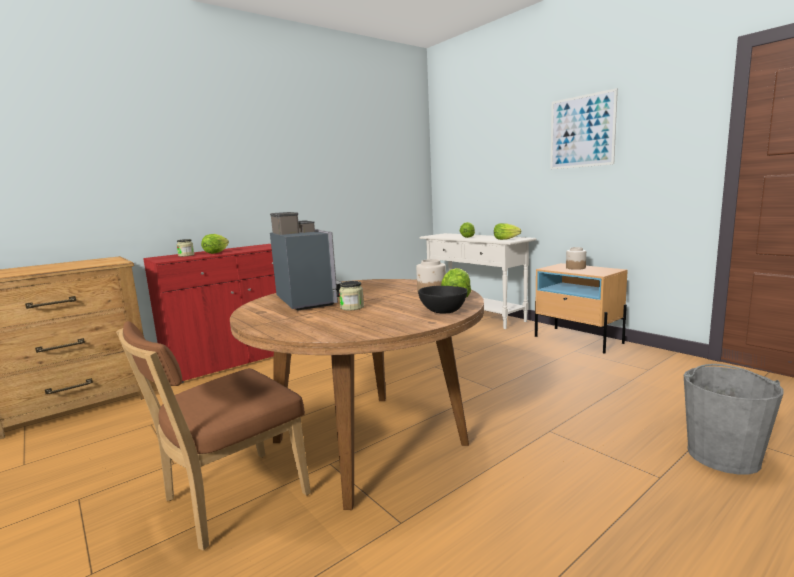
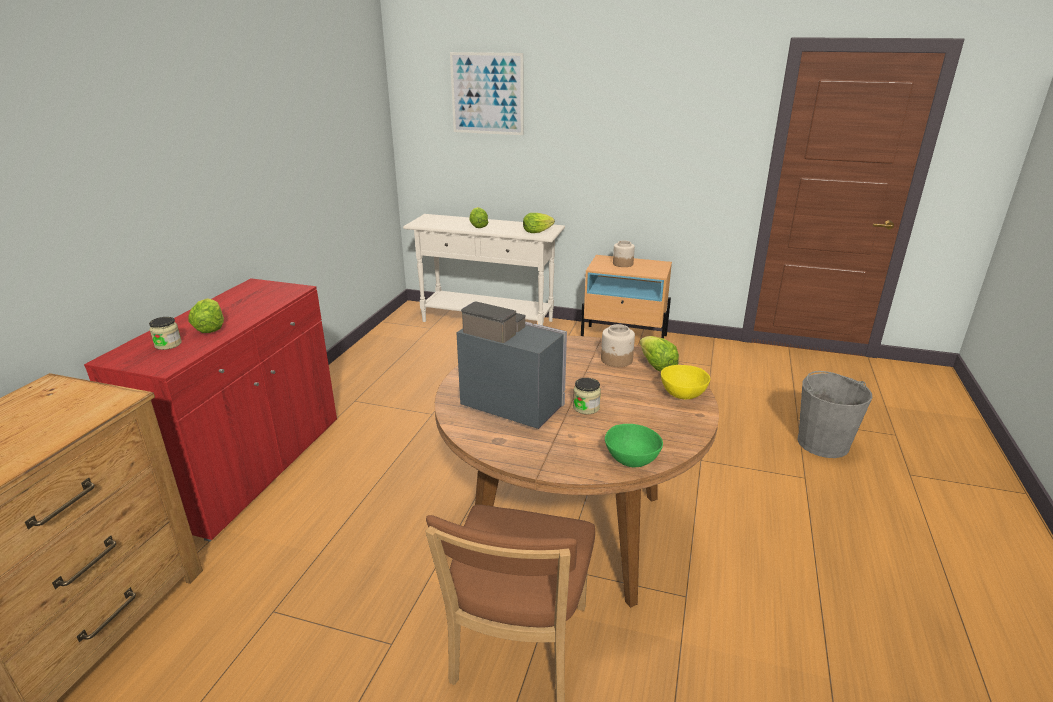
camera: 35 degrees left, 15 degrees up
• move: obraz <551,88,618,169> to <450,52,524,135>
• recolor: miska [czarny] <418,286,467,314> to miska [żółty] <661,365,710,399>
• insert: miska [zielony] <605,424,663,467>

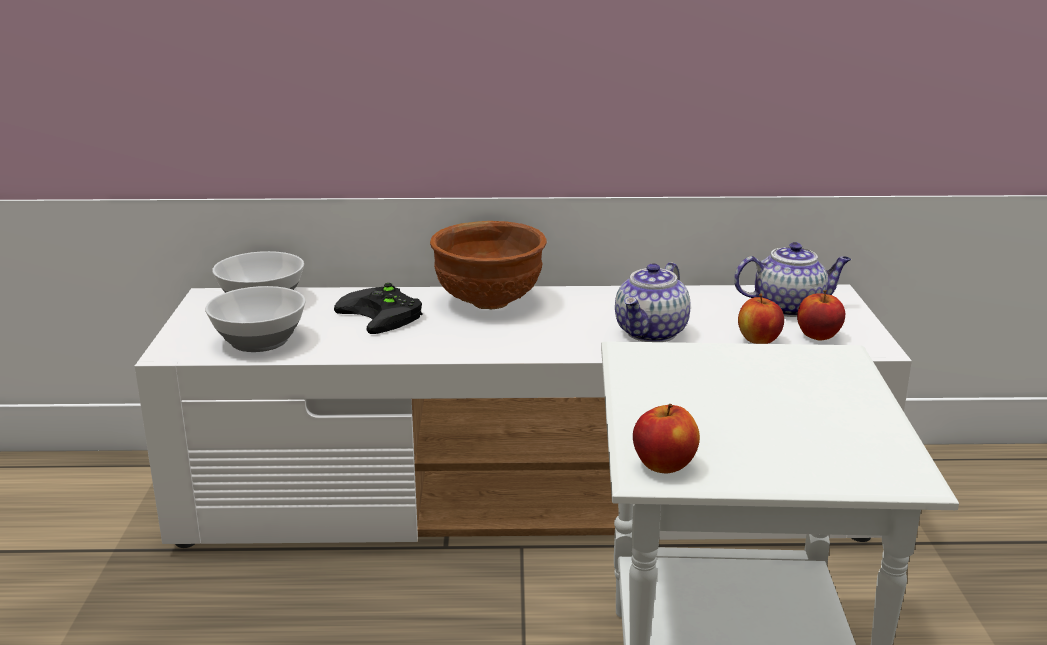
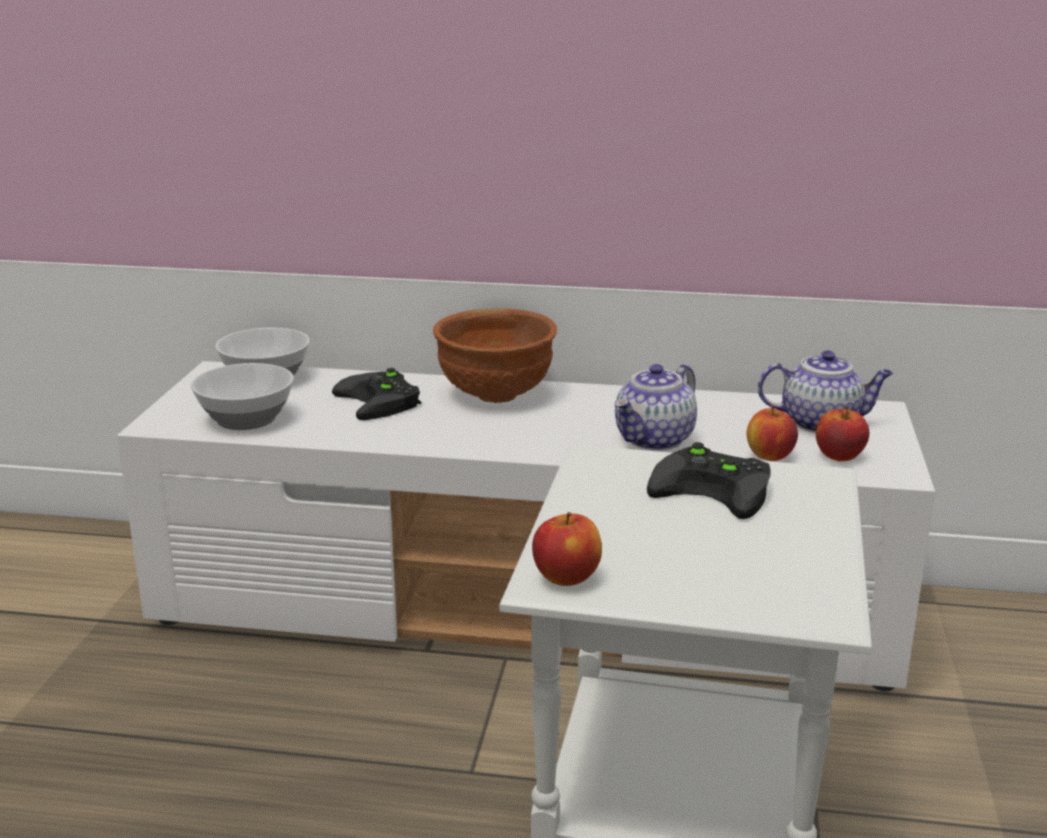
camera: 10 degrees right, 0 degrees up
• insert: pad do gier [czarny] <647,442,770,519>

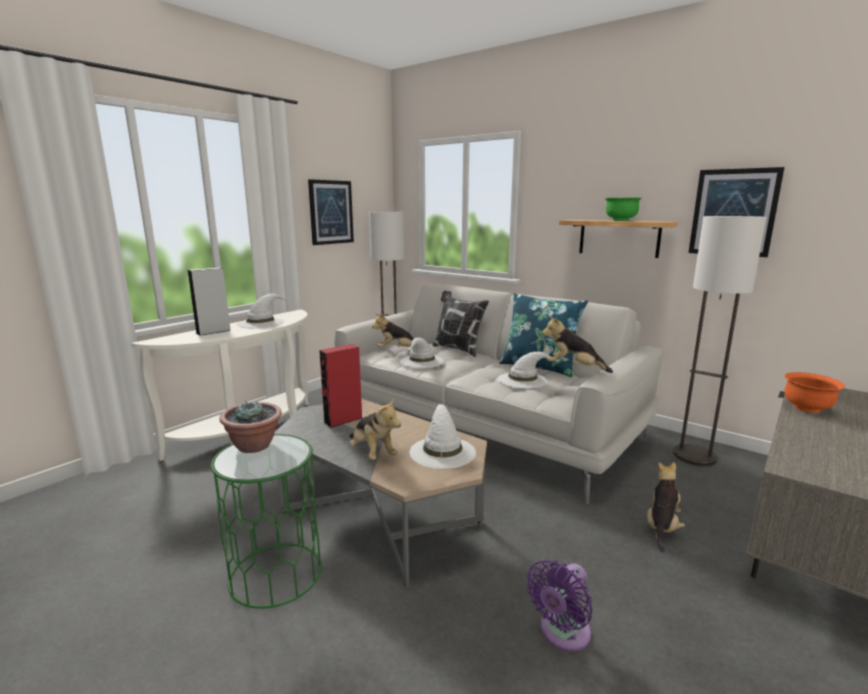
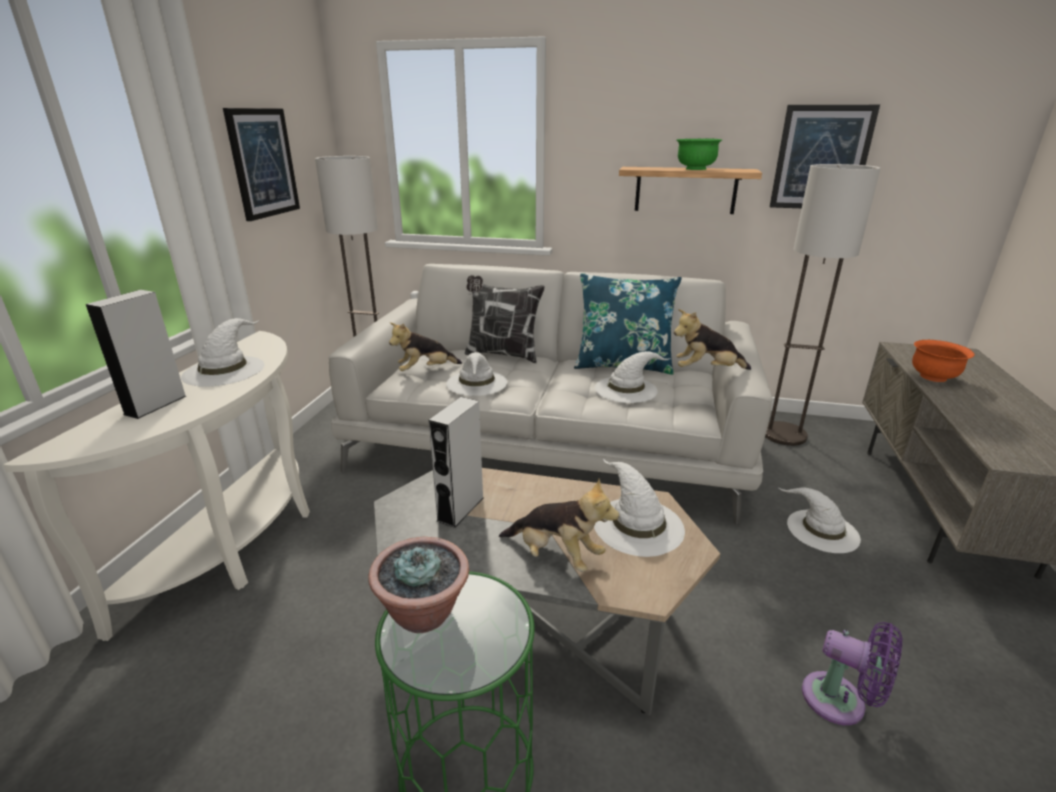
camera: 25 degrees left, 10 degrees up
• recolor: głośnik [czerwony] <319,344,362,428> to głośnik [szary] <429,397,484,528>
• replace: pluszak <647,462,685,552> to kapelusz [biały] <779,487,861,553>
• rotate: wentylator [fioletowy] <526,559,593,651> = <802,622,902,725> 75 degrees counterclockwise

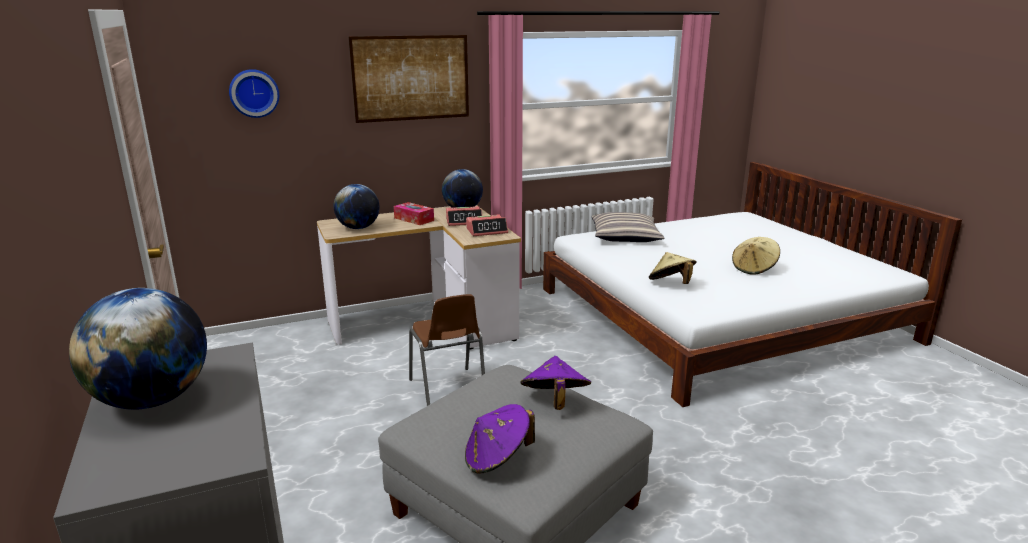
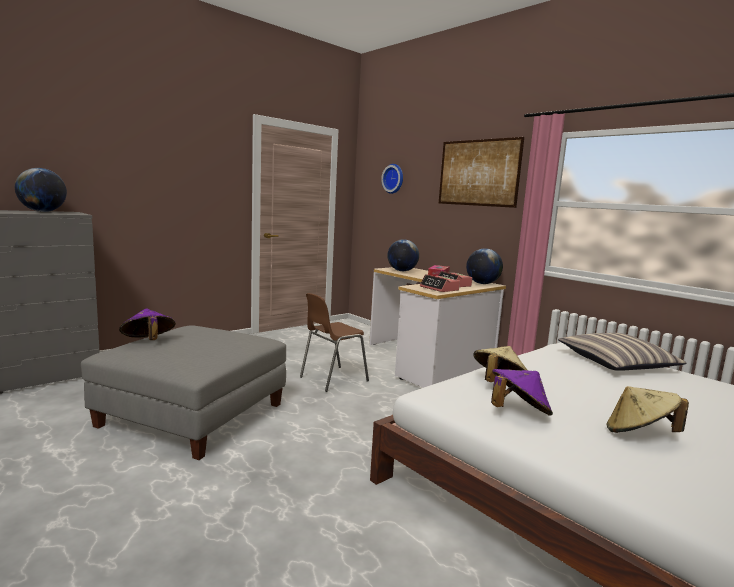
camera: 70 degrees right, 10 degrees down
• move: kapelusz [fioletowy] <520,356,591,410> to <491,369,553,416>

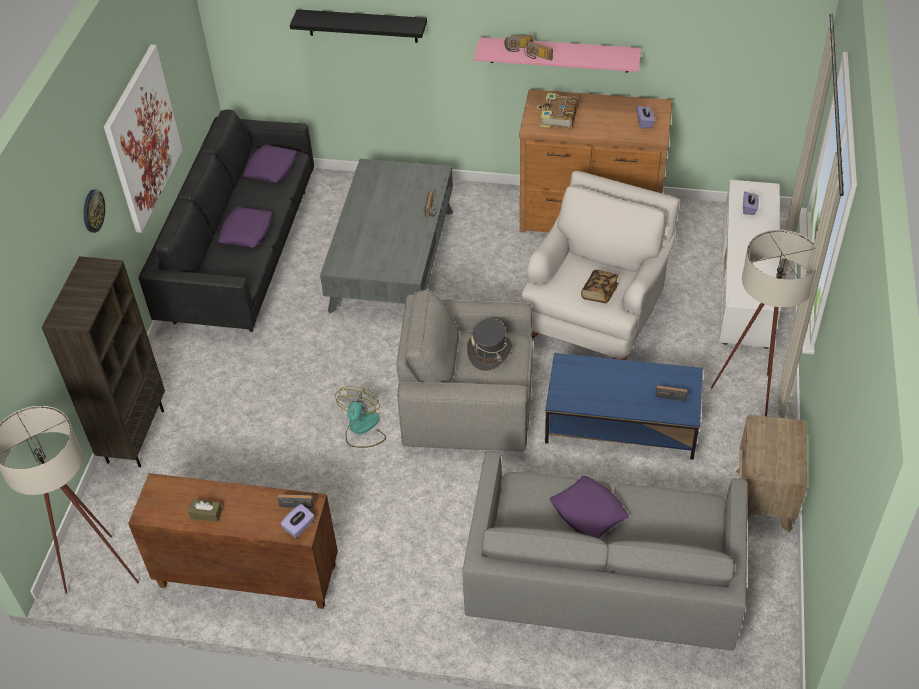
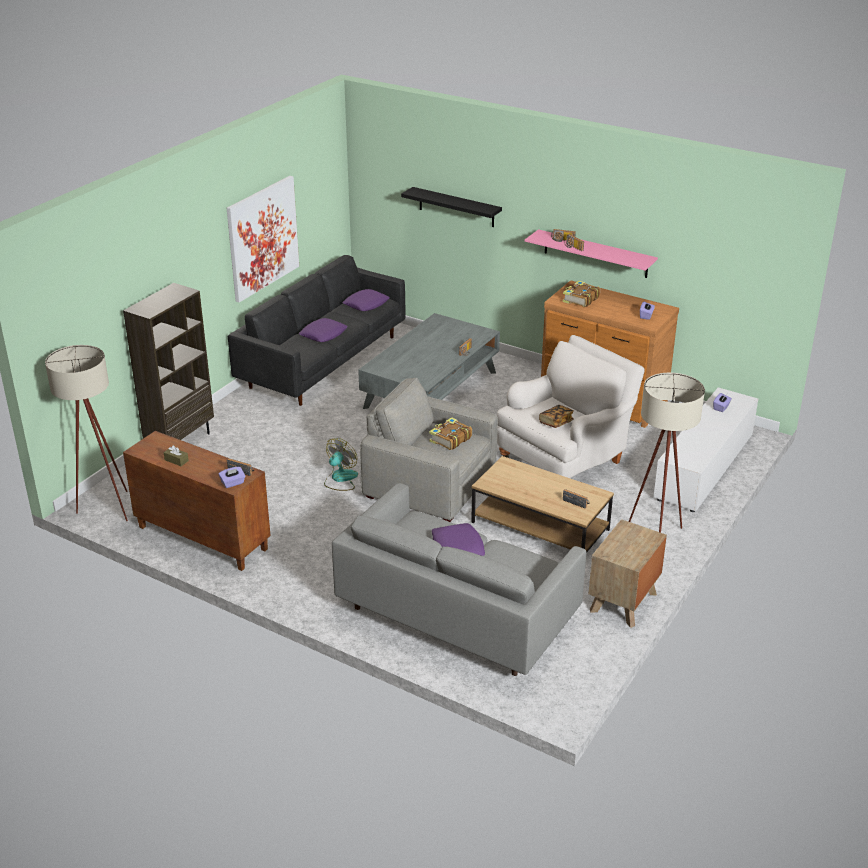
camera: 20 degrees right, 15 degrees down
• delete: zegar ścienny <84,189,105,233>
• replace: kapelusz [szary] <467,319,512,371> to książka <429,417,472,450>
• recolor: ława [niebieski] <545,353,703,460> to ława [brązowy] <471,456,614,553>

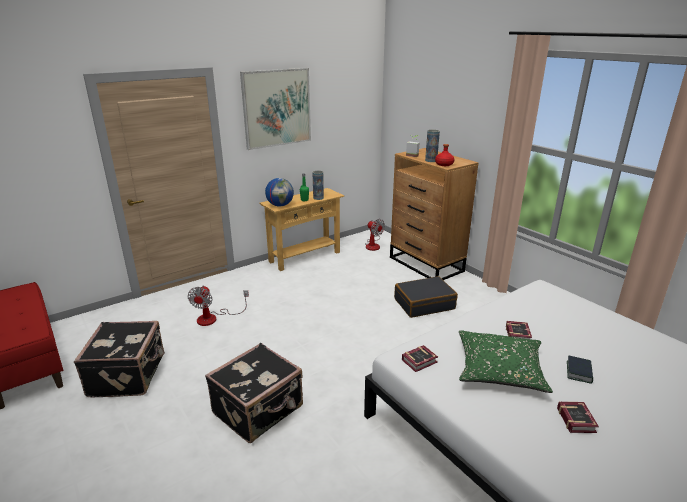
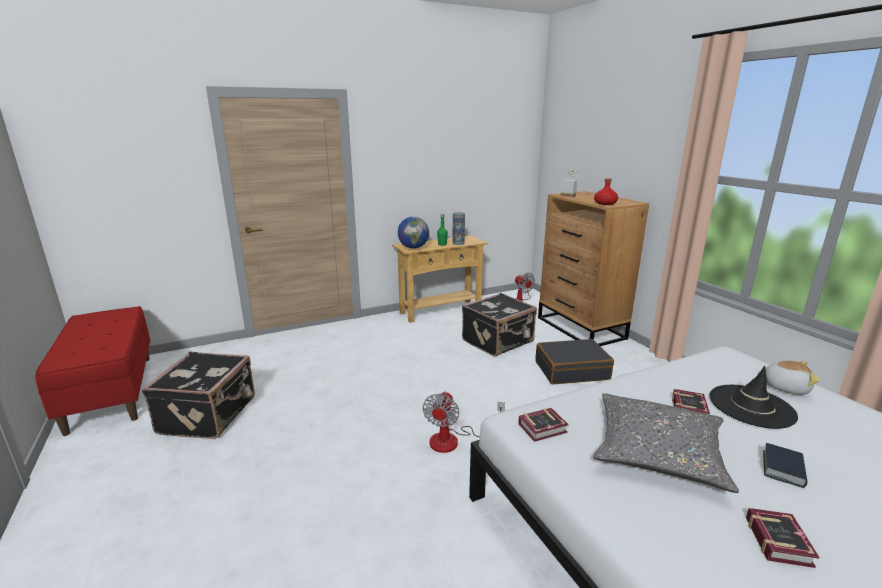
camera: 10 degrees right, 5 degrees down
• delete: obraz <240,68,311,150>
• delete: wazon <425,130,440,162>
• move: wentylator <188,286,249,326> to <422,391,505,453>
• recolor: poduszka [zielony] <459,330,553,393> to poduszka [szary] <593,393,739,493>
• move: walizka [czarny] <205,343,303,443> to <462,293,537,356>
• insert: pluszak <766,361,820,395>
• insert: kapelusz [czarny] <709,366,798,429>

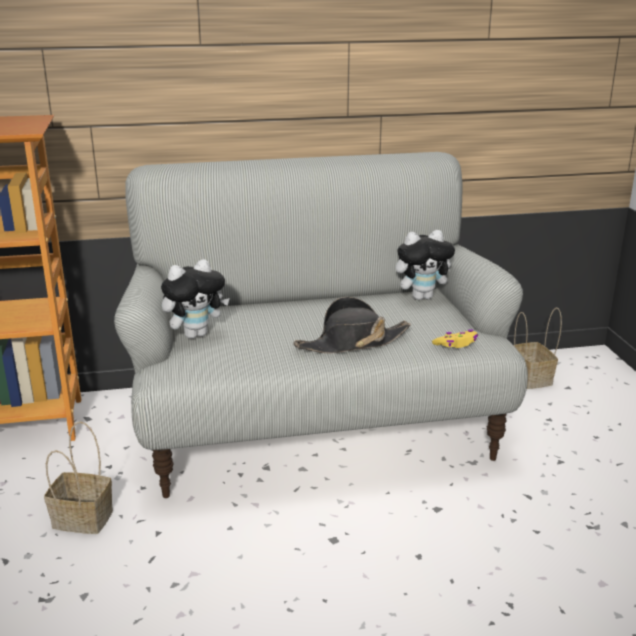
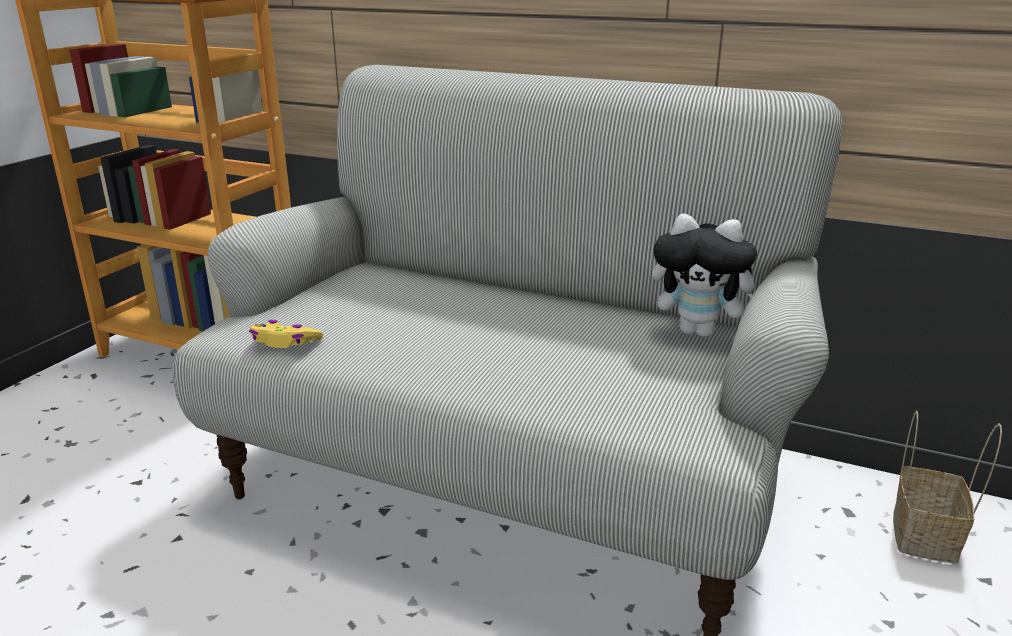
camera: 35 degrees right, 0 degrees up
• delete: pluszak <161,259,230,339>
• delete: kapelusz [czarny] <293,297,411,353>
• move: pad do gier [żółty] <432,329,478,348> to <249,320,323,348>
• delete: koszyk <44,421,113,534>

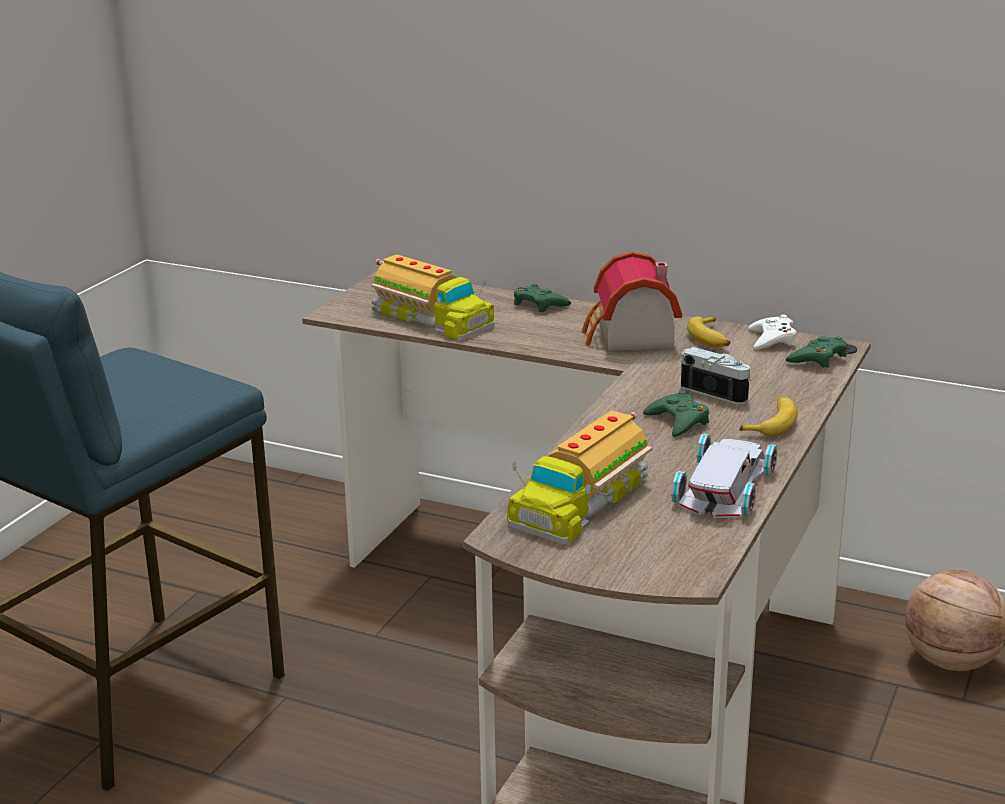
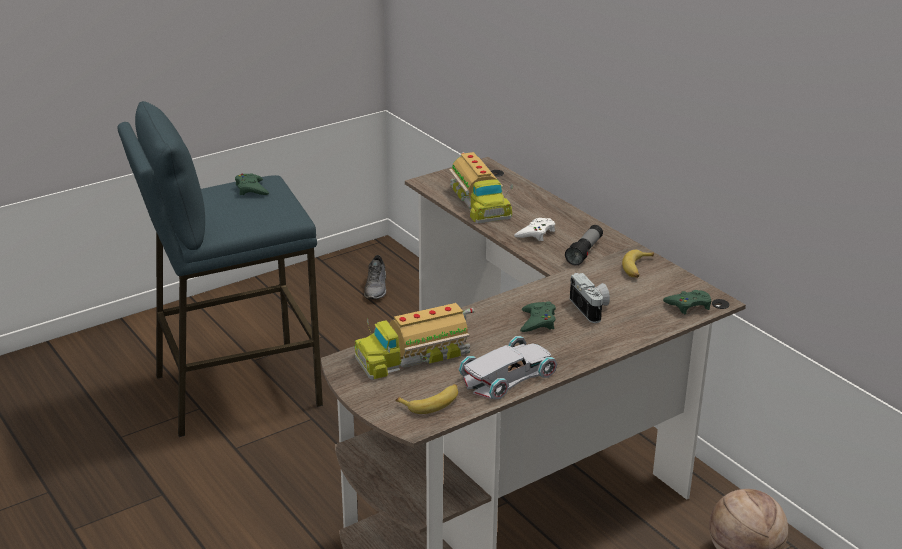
camera: 30 degrees right, 5 degrees up
• replace: domek <582,252,682,351> to latarka <565,225,603,266>
• move: pad do gier [zielony] <514,284,571,312> to <235,173,269,195>
• move: pad do gier [biały] <748,315,796,349> to <514,218,555,241>
• move: banan <739,397,798,436> to <395,384,458,414>
• insert: but [szary] <364,255,386,299>

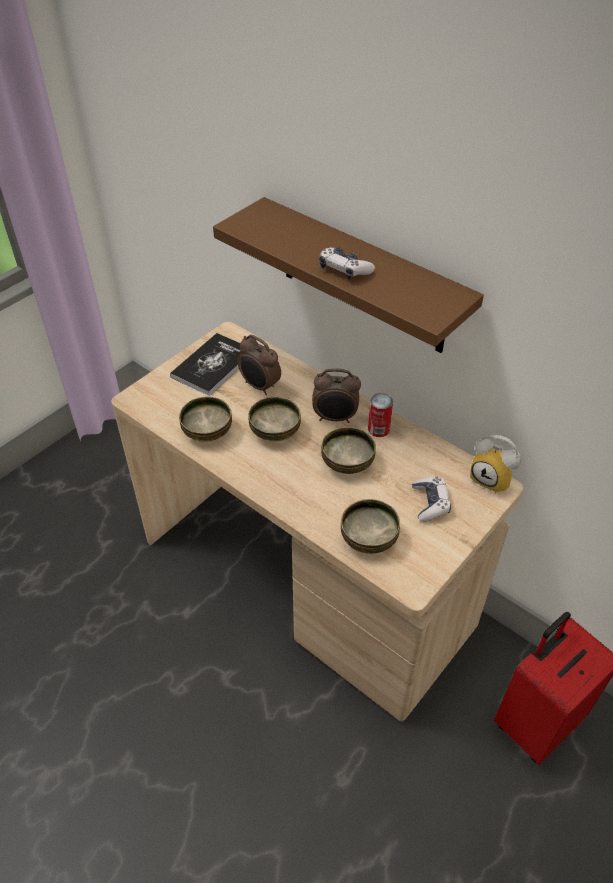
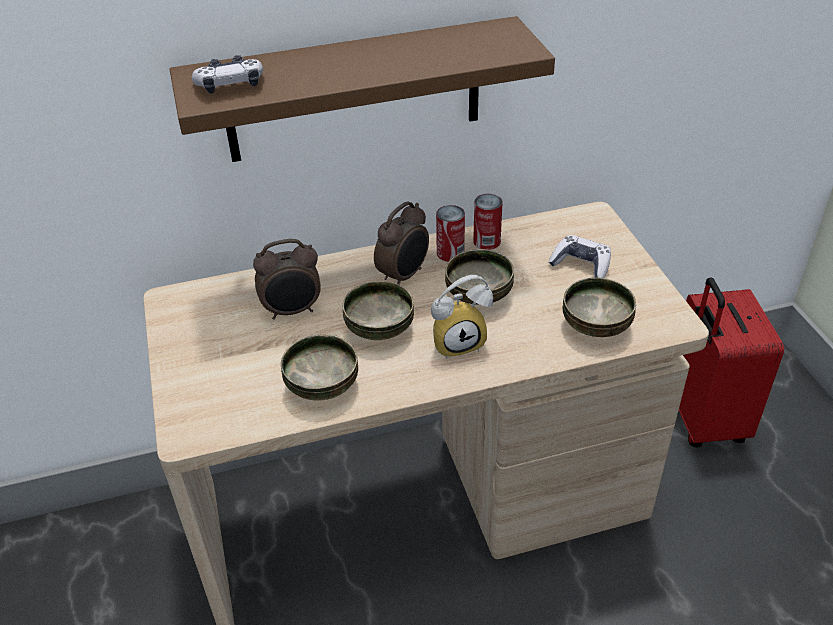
camera: 55 degrees left, 5 degrees down
• move: pad do gier <319,247,375,280> to <192,55,263,94>
• delete: książka <170,333,242,396>
• move: budzik <470,435,521,494> to <431,275,493,359>
• insert: puszka <473,194,502,250>

